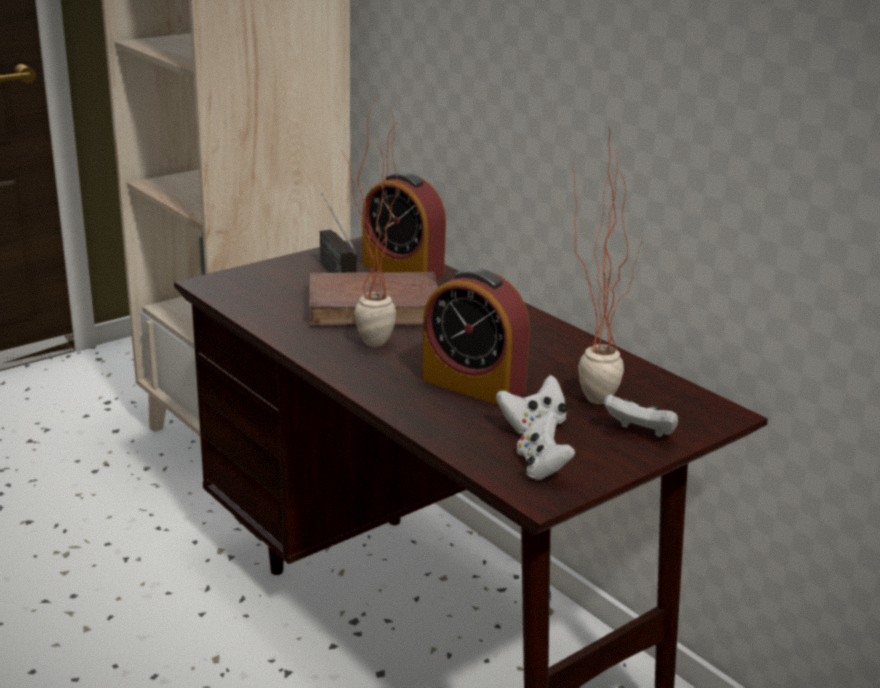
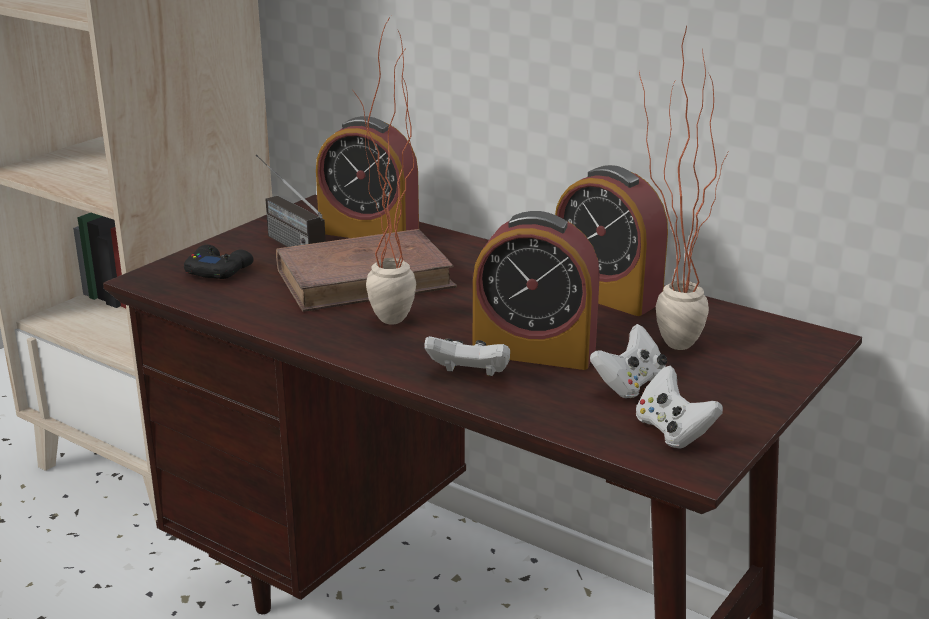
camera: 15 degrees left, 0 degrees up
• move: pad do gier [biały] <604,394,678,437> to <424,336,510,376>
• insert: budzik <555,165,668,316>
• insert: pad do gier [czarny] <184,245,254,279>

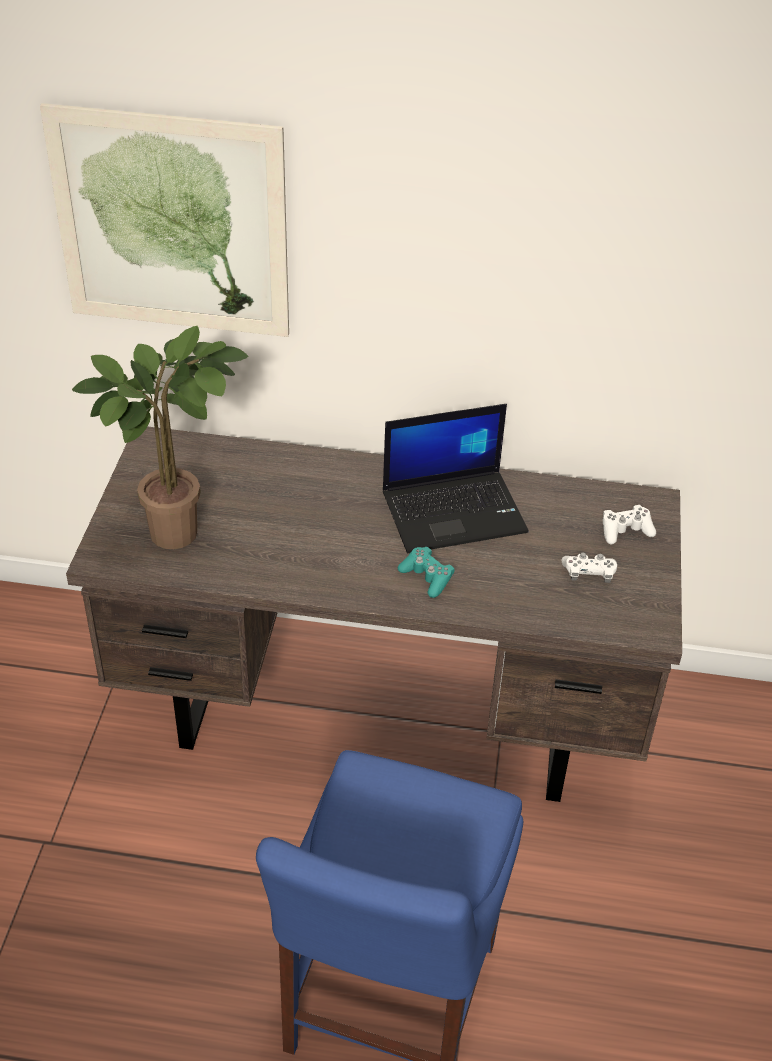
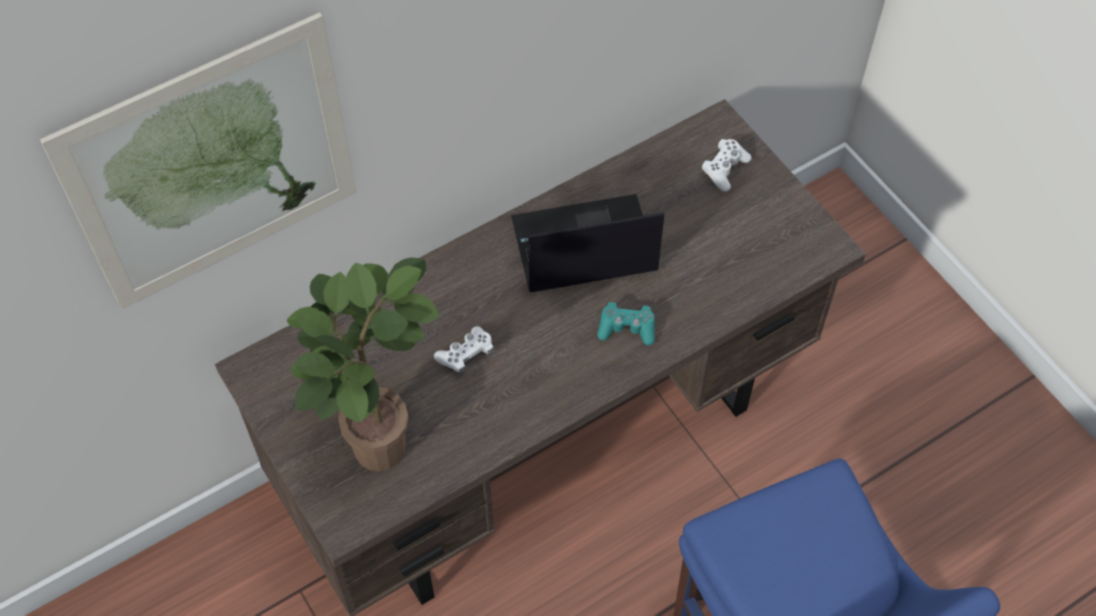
camera: 40 degrees left, 15 degrees up
• rotate: laptop <383,404,529,553> = <511,194,664,292> 135 degrees counterclockwise
• move: pad do gier [biały] <561,552,617,583> to <434,326,493,375>

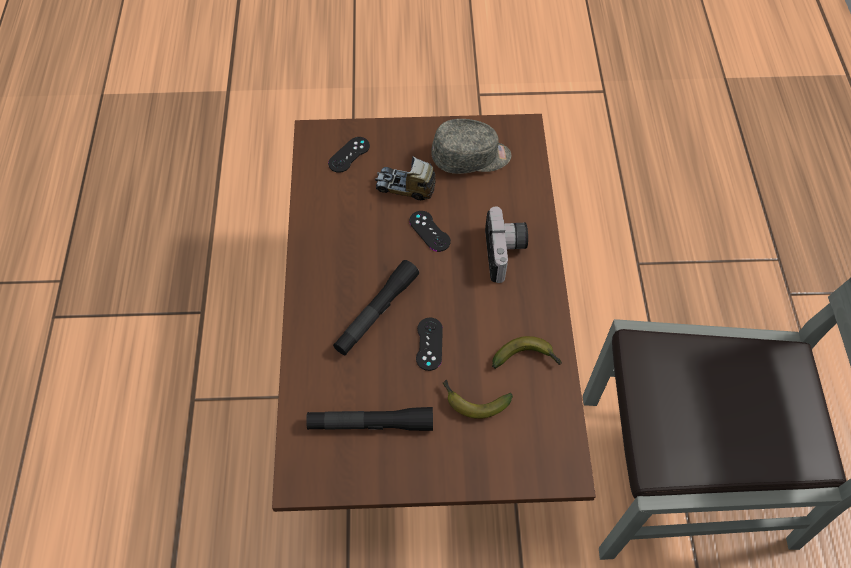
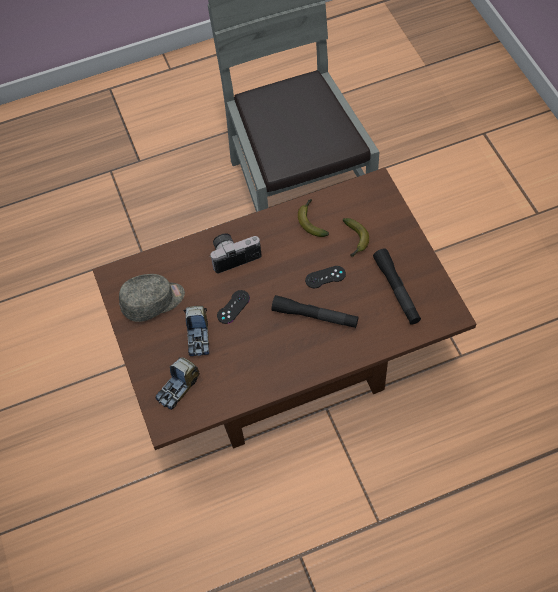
camera: 105 degrees left, 0 degrees up
• rotate: czapka z daszkiem [szary] <431,119,511,174> = <119,274,185,322> 90 degrees clockwise
• replace: pad do gier [czarny] <328,137,370,173> to ciężarówka zabawkowa <156,357,200,410>

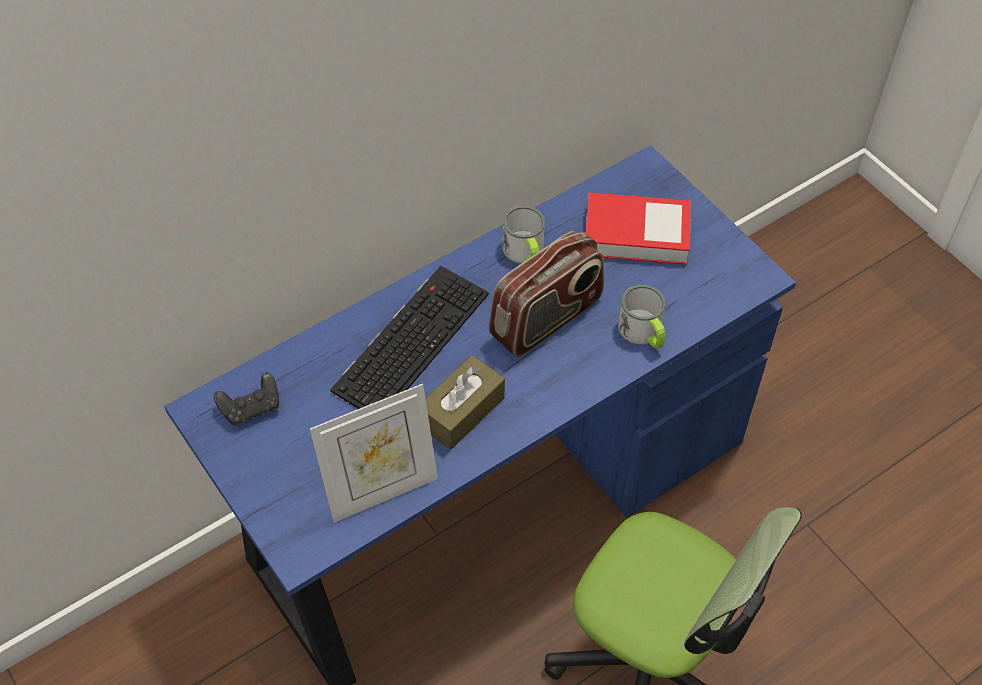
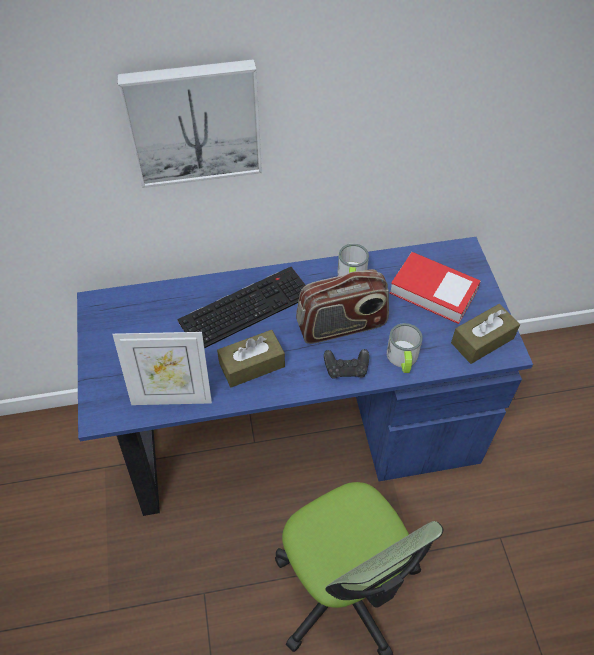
camera: 25 degrees right, 0 degrees up
• move: pad do gier [czarny] <214,372,279,426> to <324,349,369,379>
• insert: obraz <117,59,262,188>
• insert: pudełko chusteczek [brązowy] <451,304,520,364>

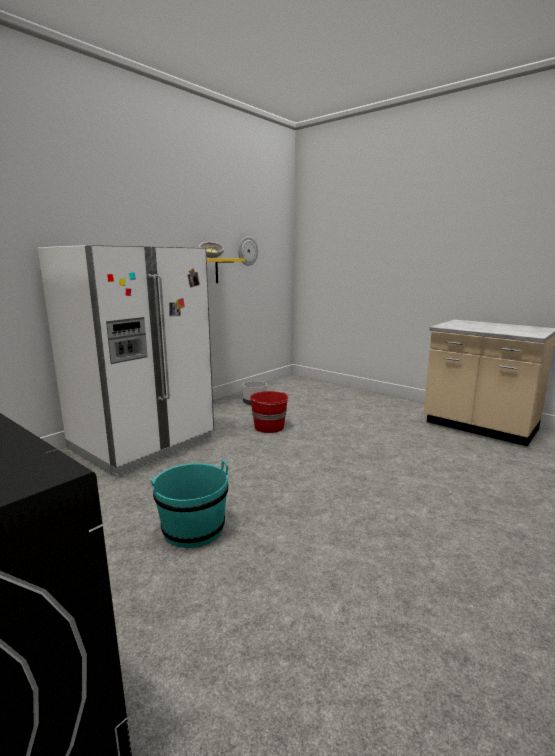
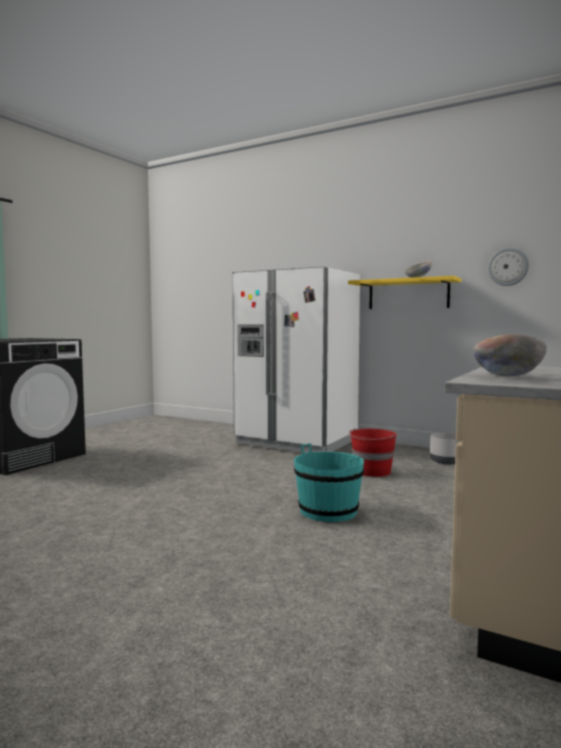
camera: 80 degrees right, 10 degrees down
• move: wiadro [turkusowy] <150,460,228,548> to <294,443,364,522>
• insert: miska <473,334,547,376>

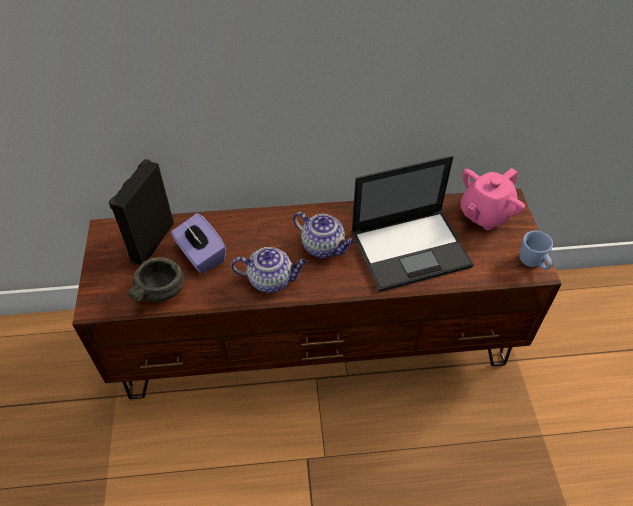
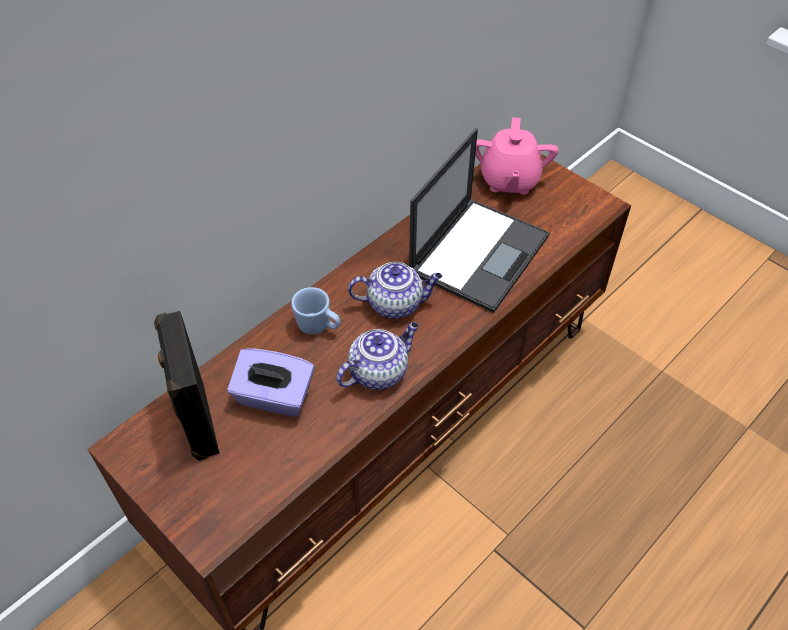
camera: 40 degrees left, 0 degrees up
• move: kubek [niebieski] <519,231,553,270> to <291,287,340,335>
• delete: miska [szary] <128,257,184,302>

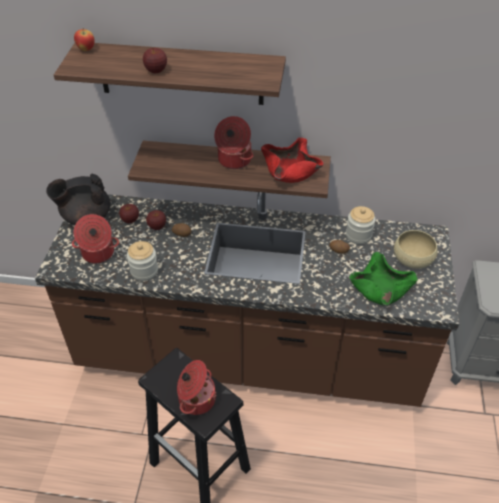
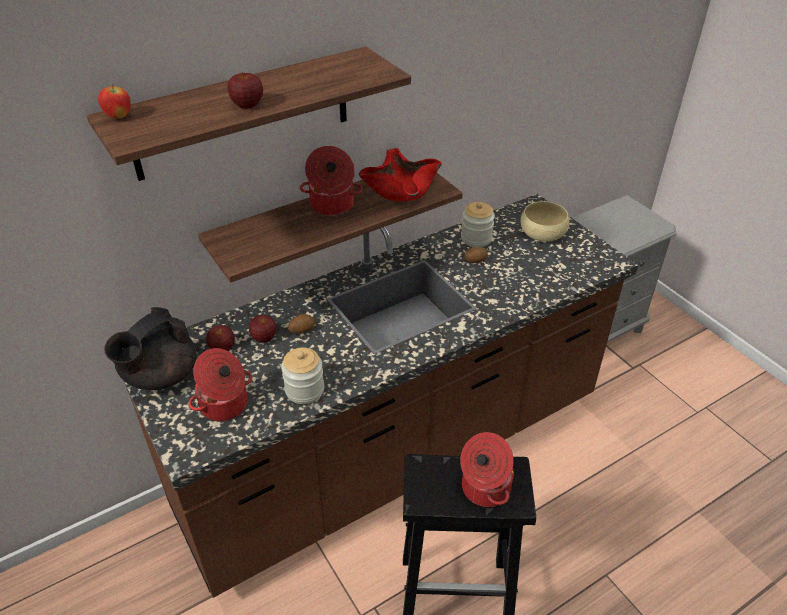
camera: 40 degrees left, 5 degrees down
• delete: miska [zielony] <349,252,418,306>

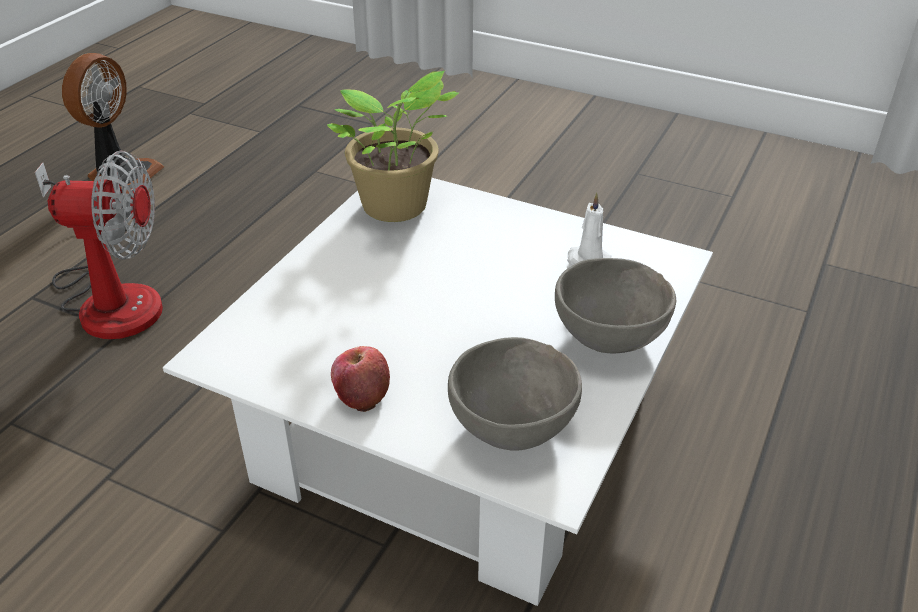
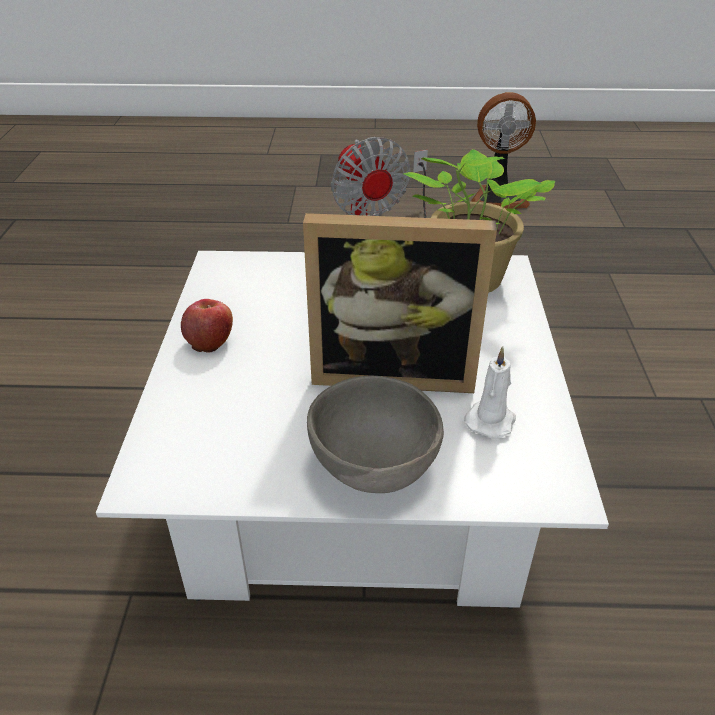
camera: 65 degrees right, 0 degrees up
• delete: miska [szary] <448,337,582,451>
• insert: ramka na zdjęcie <303,213,497,393>

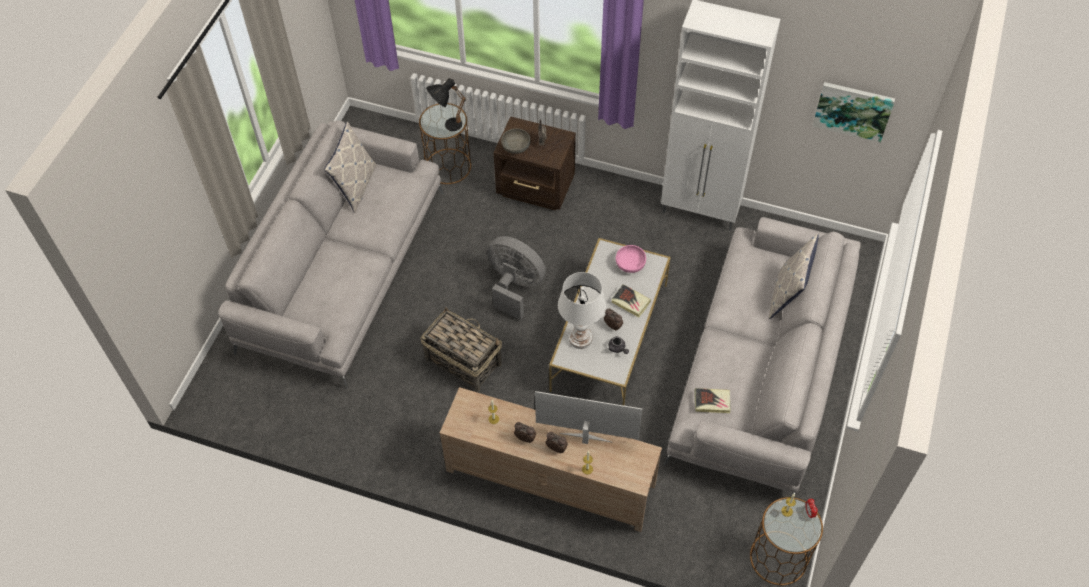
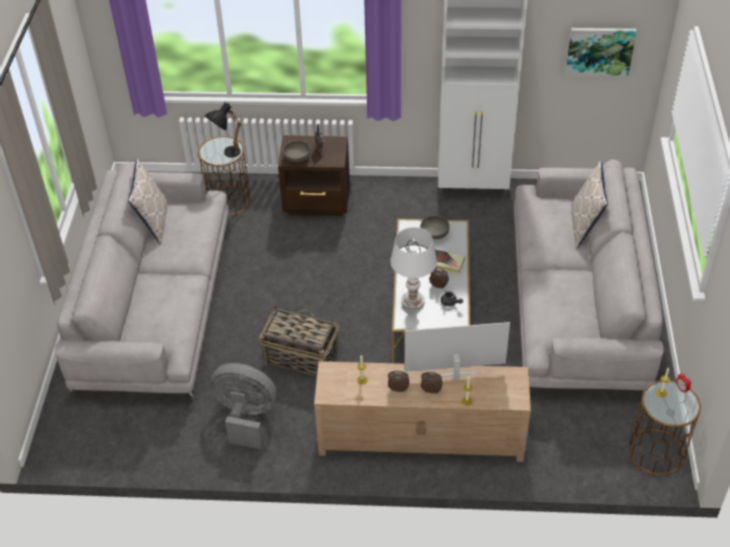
camera: 15 degrees left, 10 degrees down
• move: wentylator [szary] <487,236,546,320> to <210,363,277,449>
• recolor: miska [różowy] <616,245,646,273> to miska [szary] <420,215,450,239>
• delete: książka <694,388,731,413>

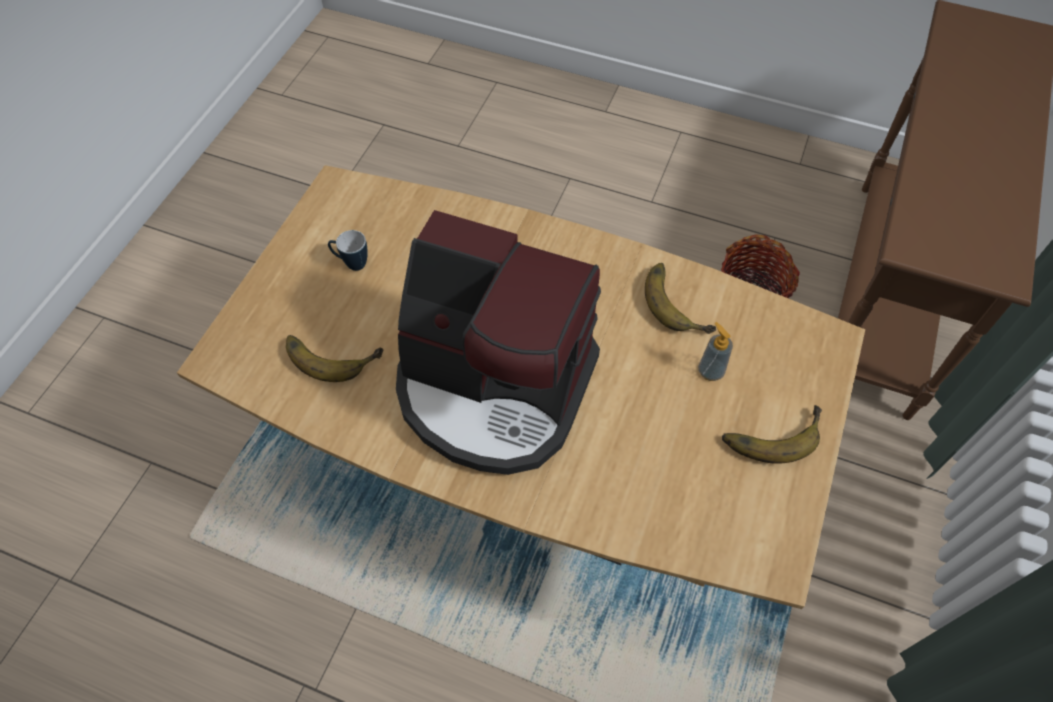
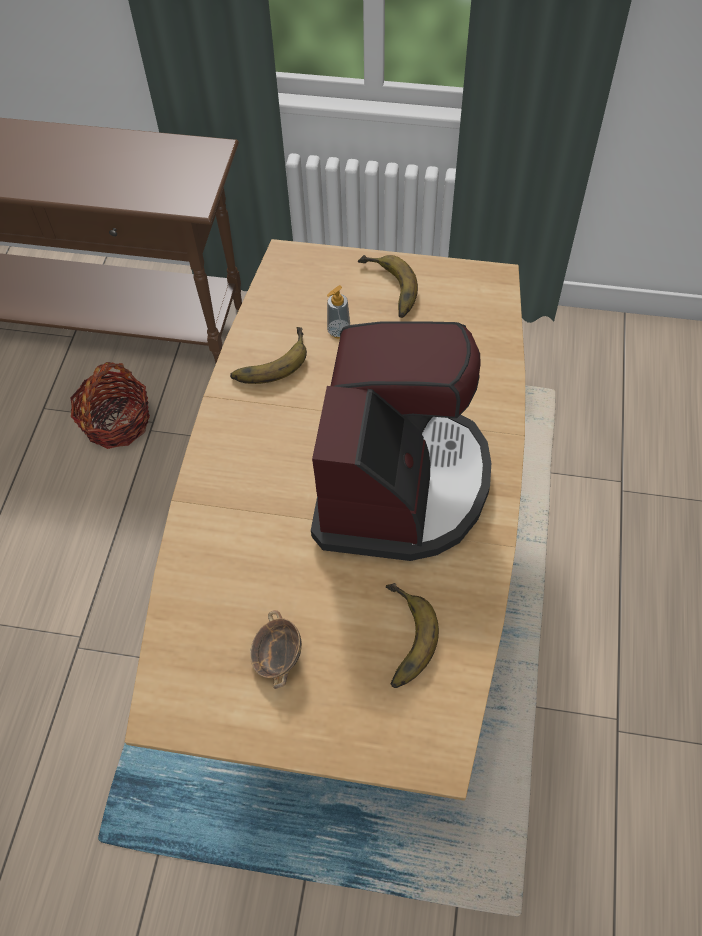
camera: 100 degrees left, 0 degrees up
• replace: kubek <328,230,368,271> to miska <250,610,302,689>

